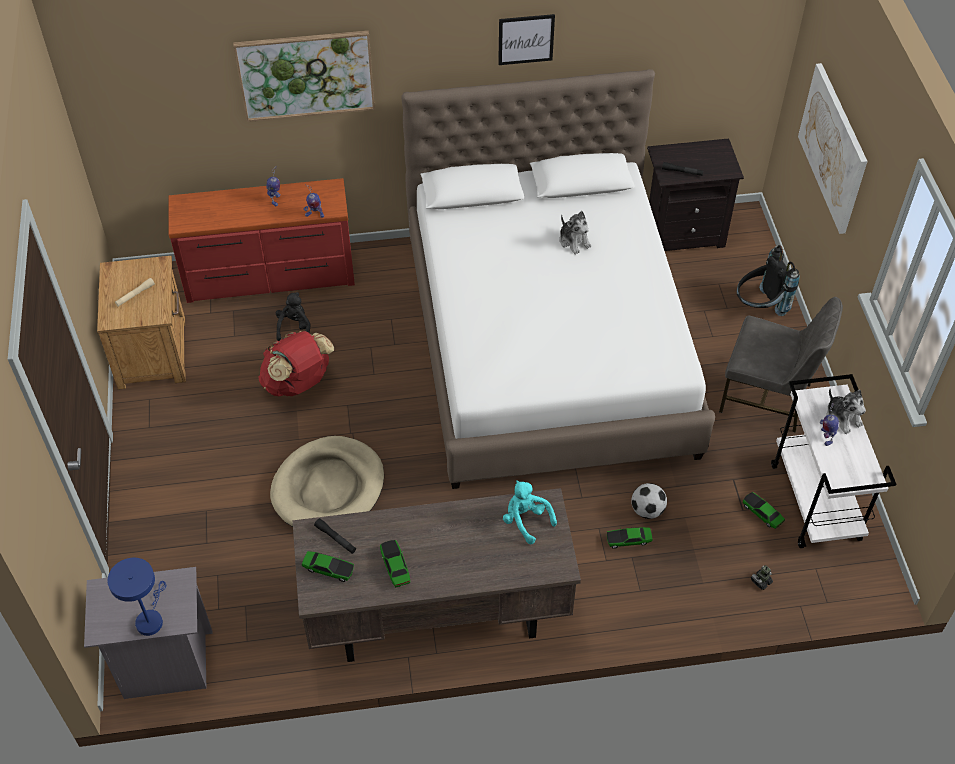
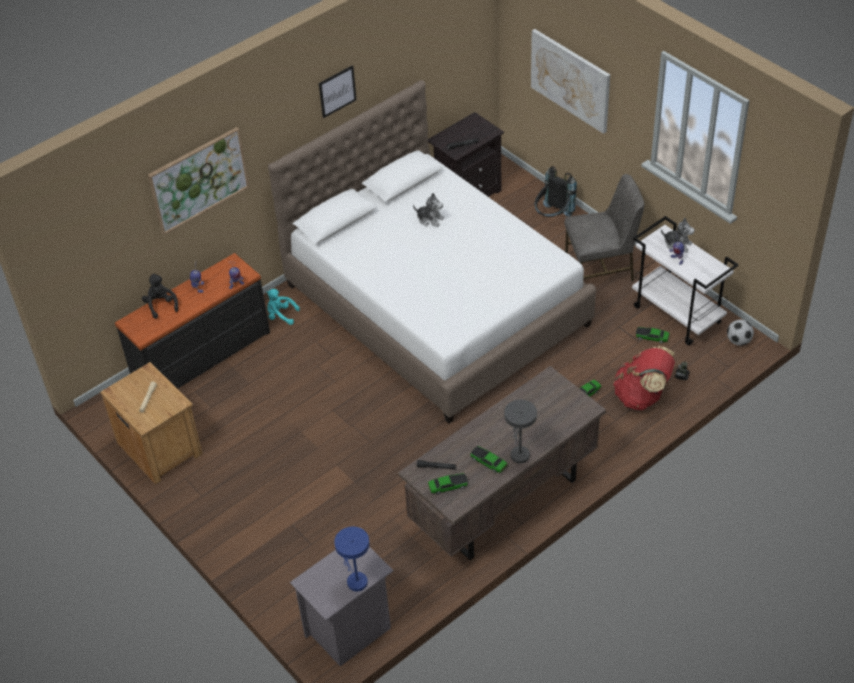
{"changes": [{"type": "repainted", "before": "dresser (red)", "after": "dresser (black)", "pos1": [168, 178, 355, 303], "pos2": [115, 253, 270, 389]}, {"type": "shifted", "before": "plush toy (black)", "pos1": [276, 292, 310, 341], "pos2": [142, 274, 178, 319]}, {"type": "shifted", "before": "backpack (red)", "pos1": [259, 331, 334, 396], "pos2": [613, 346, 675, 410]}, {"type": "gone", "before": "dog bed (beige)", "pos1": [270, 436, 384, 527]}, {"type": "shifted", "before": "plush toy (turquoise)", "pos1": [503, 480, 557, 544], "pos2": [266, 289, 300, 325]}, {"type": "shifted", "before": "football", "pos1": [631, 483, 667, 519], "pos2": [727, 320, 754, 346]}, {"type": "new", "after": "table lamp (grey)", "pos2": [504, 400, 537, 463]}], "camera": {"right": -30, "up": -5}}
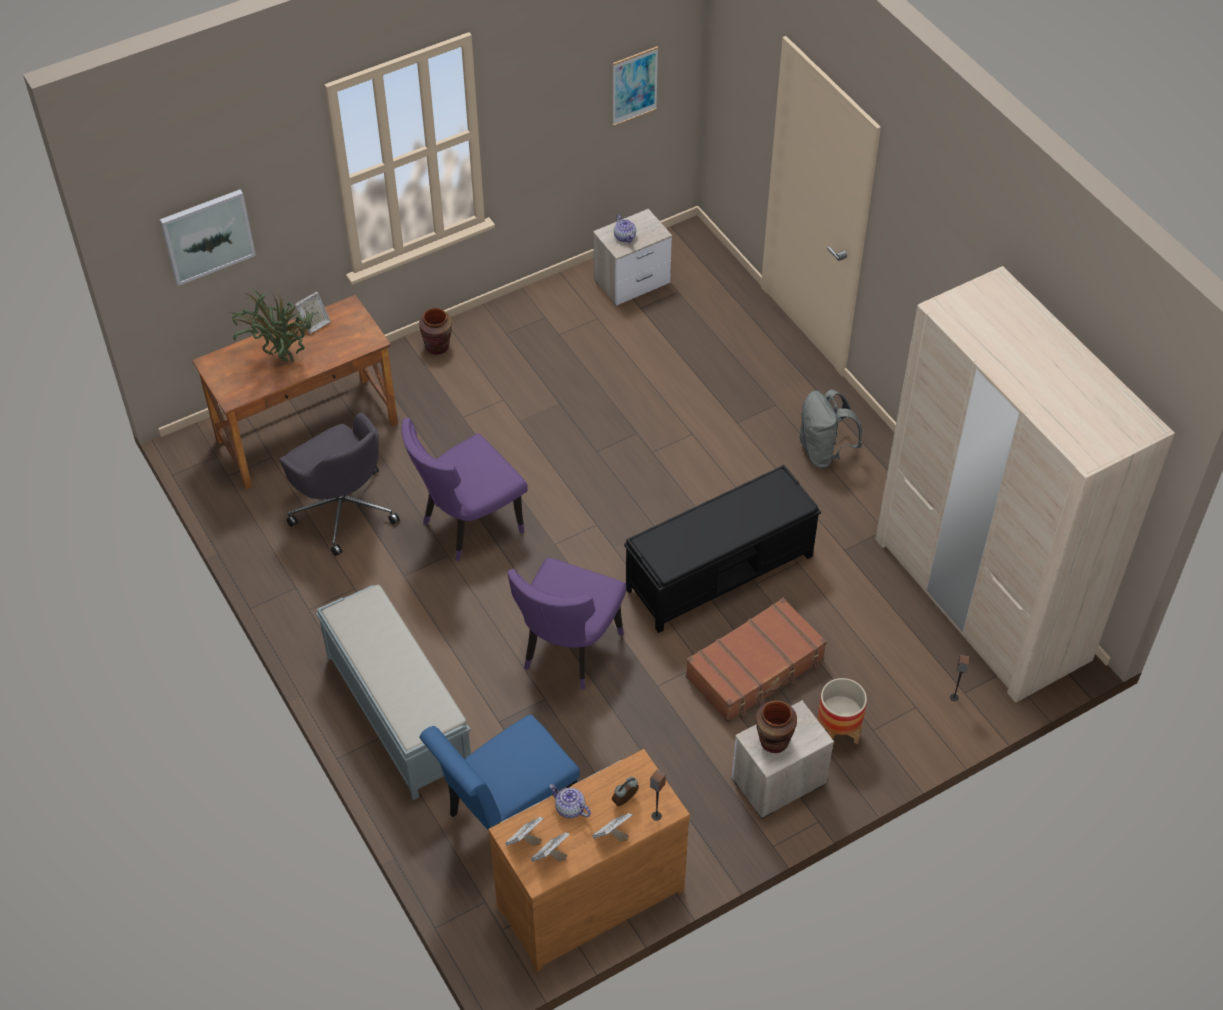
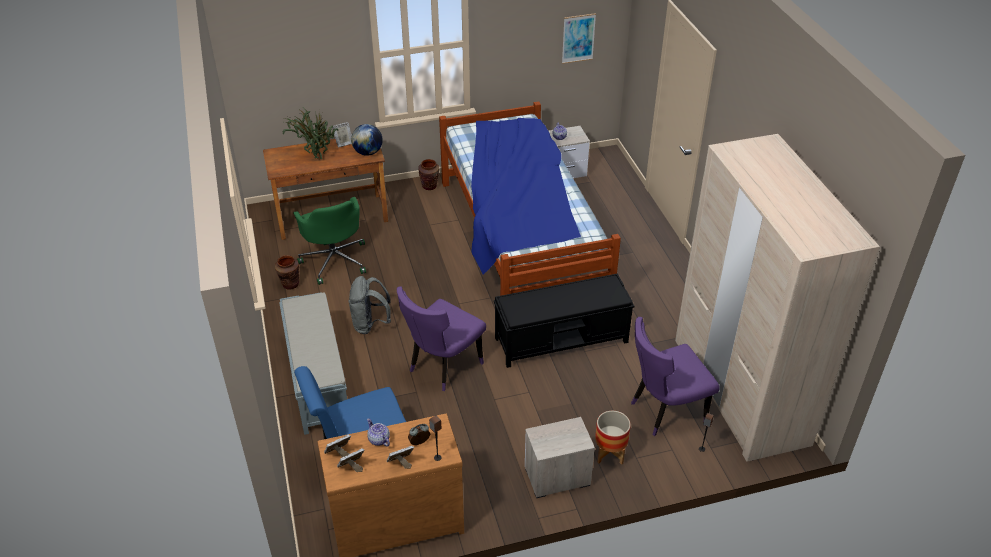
{"changes": [{"type": "gone", "before": "picture", "pos1": [160, 190, 256, 286]}, {"type": "shifted", "before": "backpack (grey)", "pos1": [799, 389, 862, 468], "pos2": [348, 276, 391, 334]}, {"type": "repainted", "before": "office chair (grey)", "after": "office chair (green)", "pos1": [279, 412, 400, 556], "pos2": [293, 197, 366, 285]}, {"type": "shifted", "before": "chair (purple)", "pos1": [402, 418, 528, 561], "pos2": [631, 317, 720, 436]}, {"type": "gone", "before": "suitcase (brown)", "pos1": [686, 598, 827, 722]}, {"type": "shifted", "before": "vase (brown)", "pos1": [756, 700, 797, 753], "pos2": [275, 255, 299, 290]}, {"type": "new", "after": "bed", "pos2": [439, 101, 621, 296]}, {"type": "new", "after": "globe", "pos2": [351, 124, 383, 156]}], "camera": {"right": 15, "up": -10}}
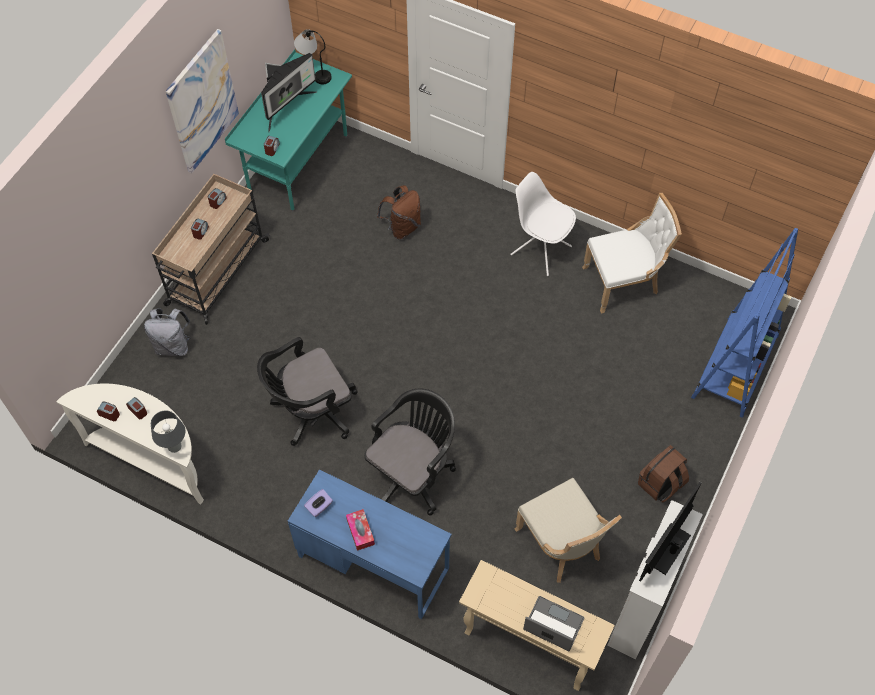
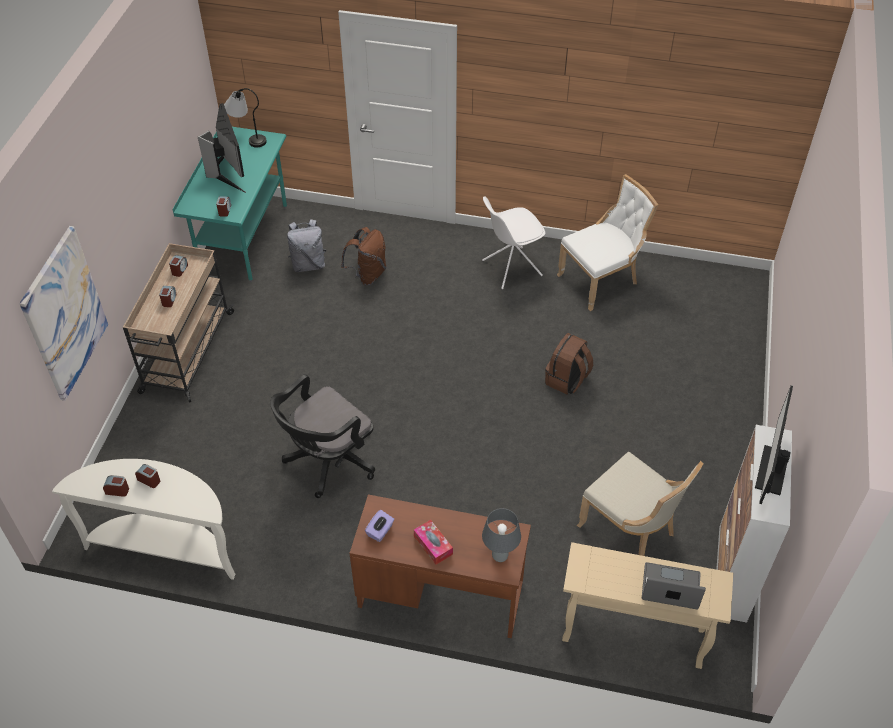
{"changes": [{"type": "shifted", "before": "picture", "pos1": [165, 29, 239, 173], "pos2": [19, 226, 108, 401]}, {"type": "rotated", "before": "monitor", "pos1": [261, 53, 317, 132], "pos2": [198, 103, 246, 193], "turn": -45}, {"type": "rotated", "before": "chair (white)", "pos1": [510, 172, 576, 276], "pos2": [482, 196, 545, 289], "turn": -45}, {"type": "gone", "before": "bookcase (blue)", "pos1": [691, 228, 798, 418]}, {"type": "shifted", "before": "backpack (grey)", "pos1": [144, 308, 191, 356], "pos2": [287, 219, 326, 272]}, {"type": "gone", "before": "office chair (black)", "pos1": [364, 389, 456, 516]}, {"type": "shifted", "before": "table lamp (grey)", "pos1": [151, 410, 185, 453], "pos2": [482, 508, 521, 562]}, {"type": "shifted", "before": "backpack (brown)", "pos1": [638, 445, 689, 502], "pos2": [545, 333, 593, 394]}, {"type": "repainted", "before": "desk (blue)", "after": "desk (brown)", "pos1": [288, 469, 452, 619], "pos2": [350, 495, 531, 638]}], "camera": {"right": -15, "up": -10}}
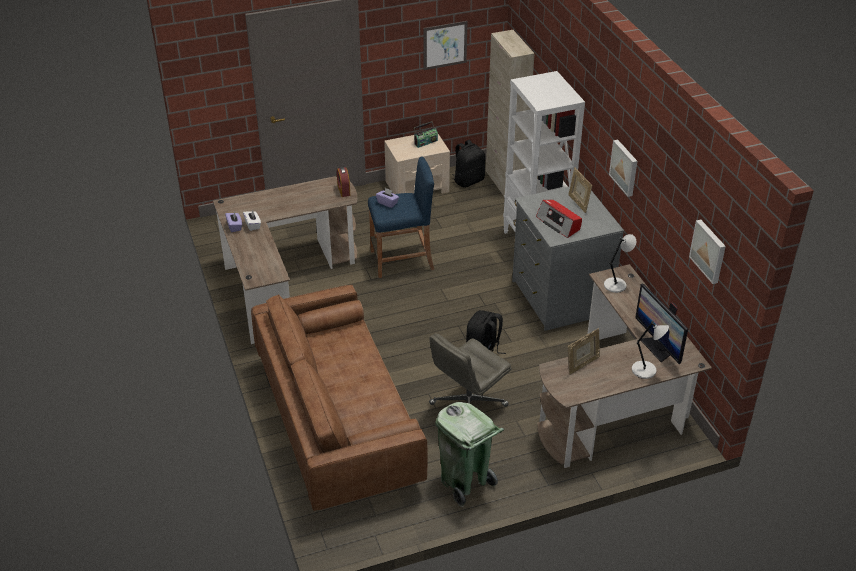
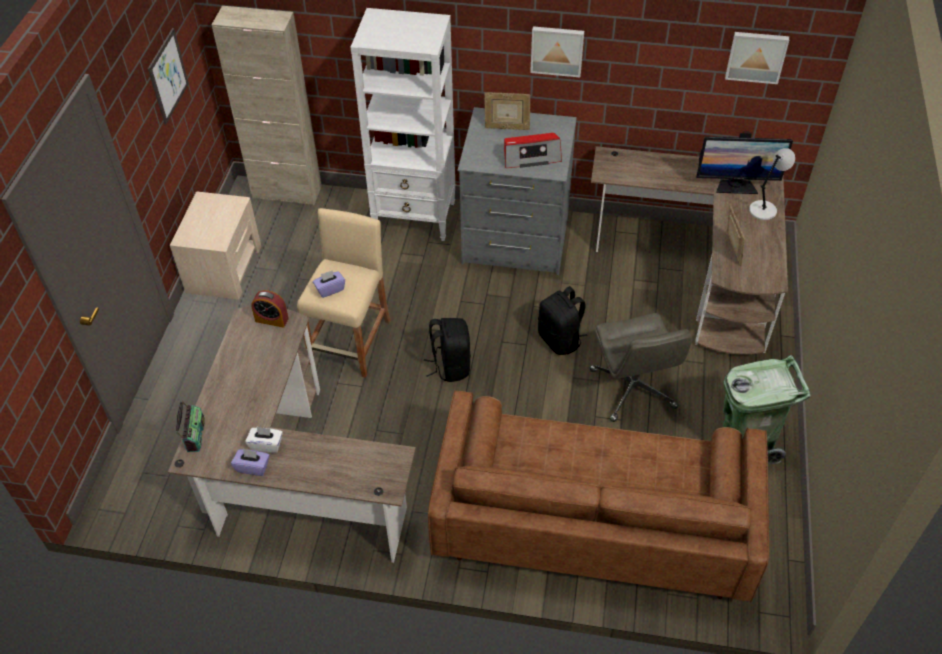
{"changes": [{"type": "shifted", "before": "radio", "pos1": [414, 121, 438, 148], "pos2": [176, 400, 205, 452]}, {"type": "shifted", "before": "backpack (black)", "pos1": [452, 140, 485, 188], "pos2": [424, 318, 471, 382]}, {"type": "repainted", "before": "stool (blue)", "after": "stool (beige)", "pos1": [368, 156, 434, 278], "pos2": [297, 208, 391, 378]}, {"type": "gone", "before": "table lamp (grey)", "pos1": [604, 234, 636, 293]}], "camera": {"right": -60, "up": 10}}
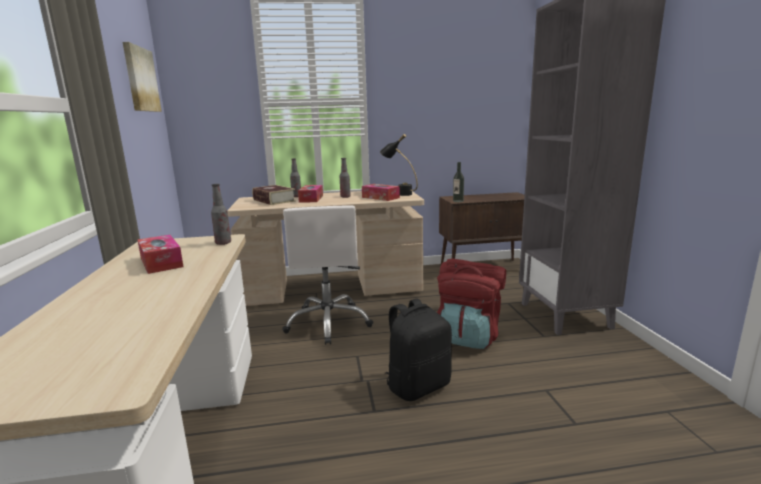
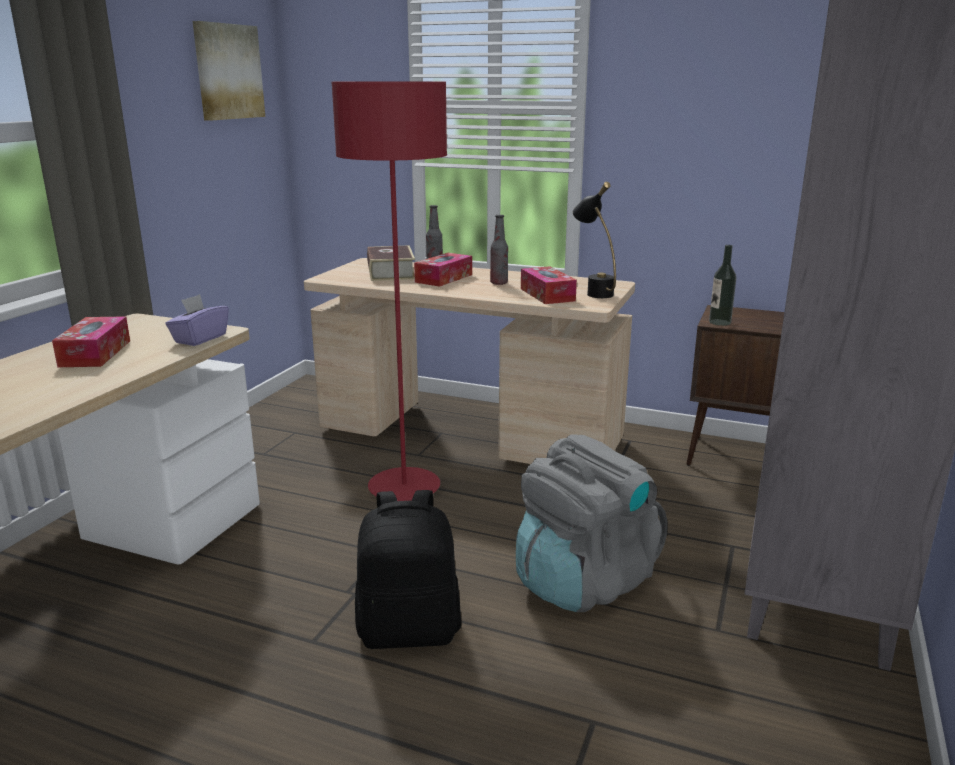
{"changes": [{"type": "swapped", "before": "bottle", "after": "tissue box (purple)", "pos1": [211, 184, 231, 245], "pos2": [166, 294, 229, 346]}, {"type": "swapped", "before": "office chair (white)", "after": "floor lamp (red)", "pos1": [282, 206, 373, 345], "pos2": [332, 81, 447, 501]}, {"type": "repainted", "before": "backpack (red)", "after": "backpack (grey)", "pos1": [437, 259, 506, 349], "pos2": [516, 434, 668, 612]}], "camera": {"right": 30, "up": 5}}
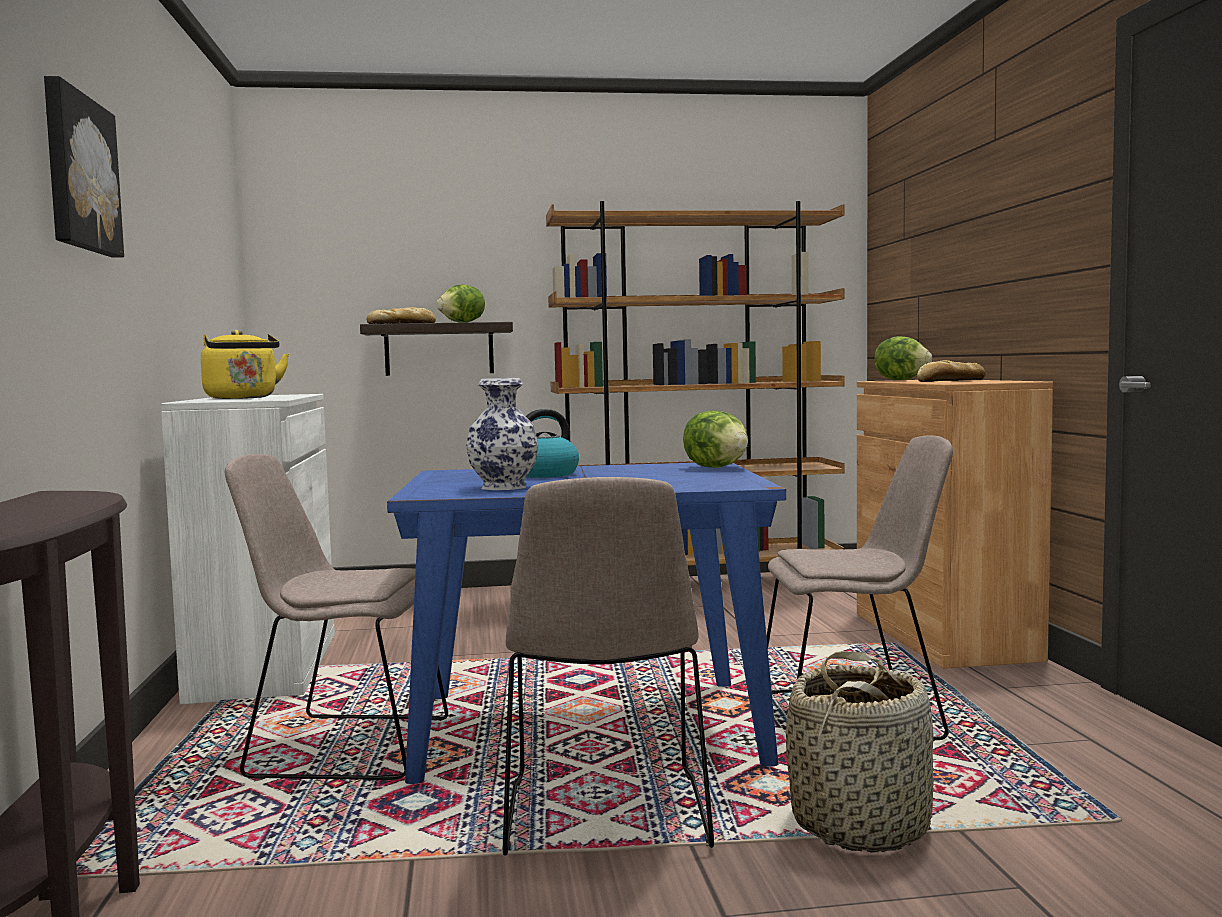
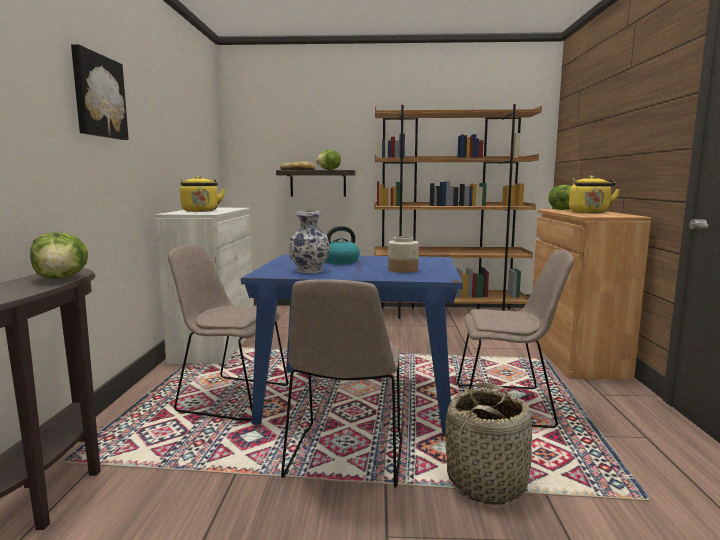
{"changes": [{"type": "swapped", "before": "bread", "after": "kettle (yellow)", "pos1": [917, 360, 986, 382], "pos2": [569, 175, 620, 213]}, {"type": "shifted", "before": "lettuce", "pos1": [683, 410, 748, 468], "pos2": [30, 232, 88, 279]}, {"type": "new", "after": "jar", "pos2": [388, 236, 419, 273]}], "camera": {"right": 10, "up": 5}}
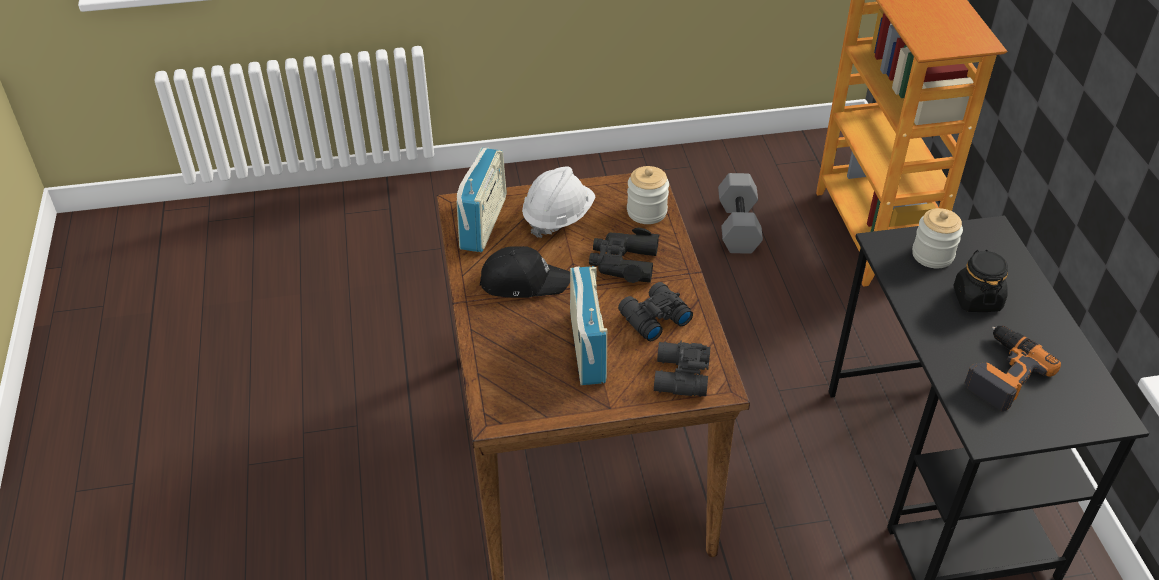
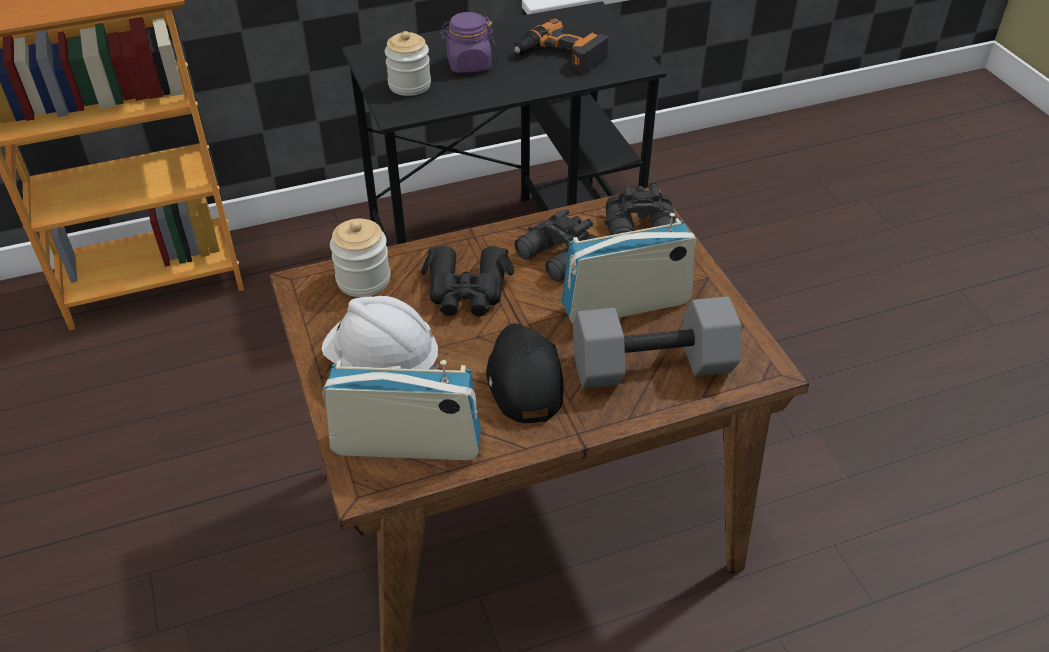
{"changes": [{"type": "shifted", "before": "dumbbell (grey)", "pos1": [718, 173, 763, 254], "pos2": [573, 296, 741, 388]}, {"type": "repainted", "before": "jar (black)", "after": "jar (purple)", "pos1": [953, 250, 1008, 312], "pos2": [440, 12, 496, 73]}], "camera": {"right": -100, "up": 0}}
